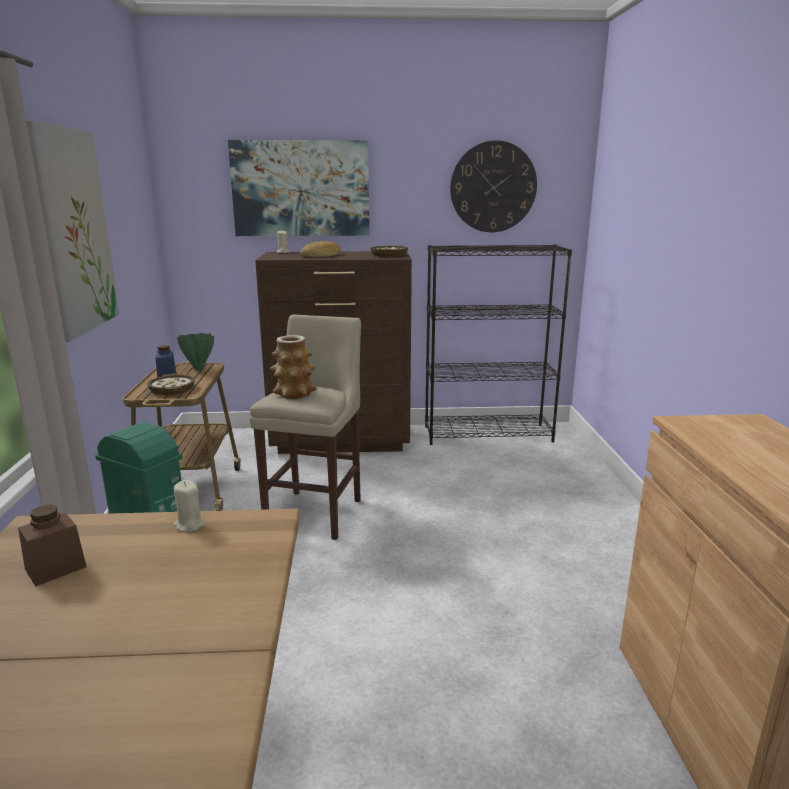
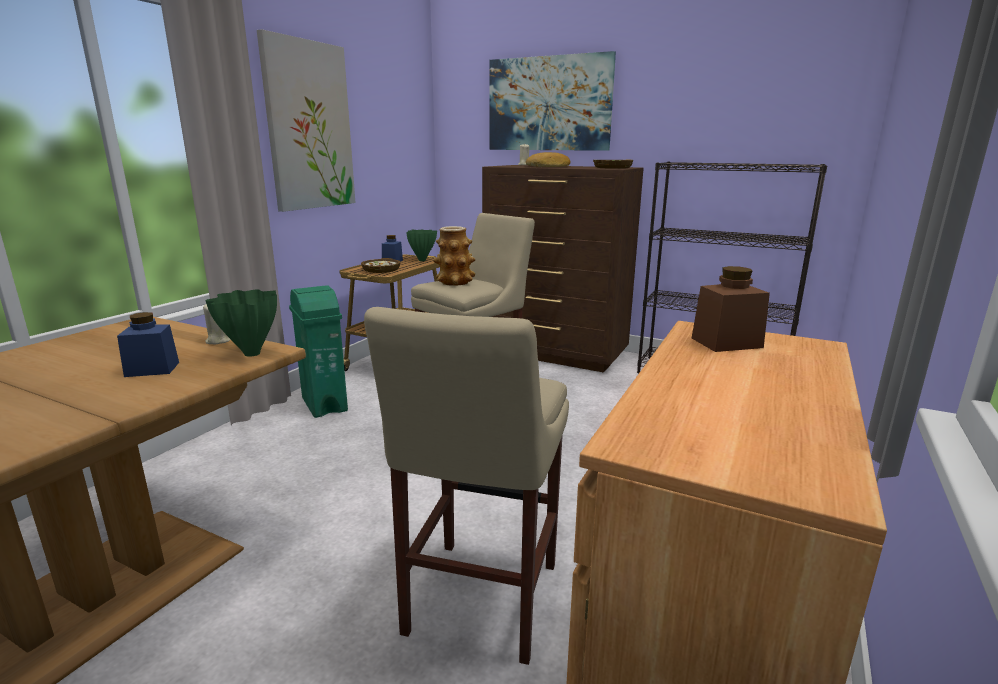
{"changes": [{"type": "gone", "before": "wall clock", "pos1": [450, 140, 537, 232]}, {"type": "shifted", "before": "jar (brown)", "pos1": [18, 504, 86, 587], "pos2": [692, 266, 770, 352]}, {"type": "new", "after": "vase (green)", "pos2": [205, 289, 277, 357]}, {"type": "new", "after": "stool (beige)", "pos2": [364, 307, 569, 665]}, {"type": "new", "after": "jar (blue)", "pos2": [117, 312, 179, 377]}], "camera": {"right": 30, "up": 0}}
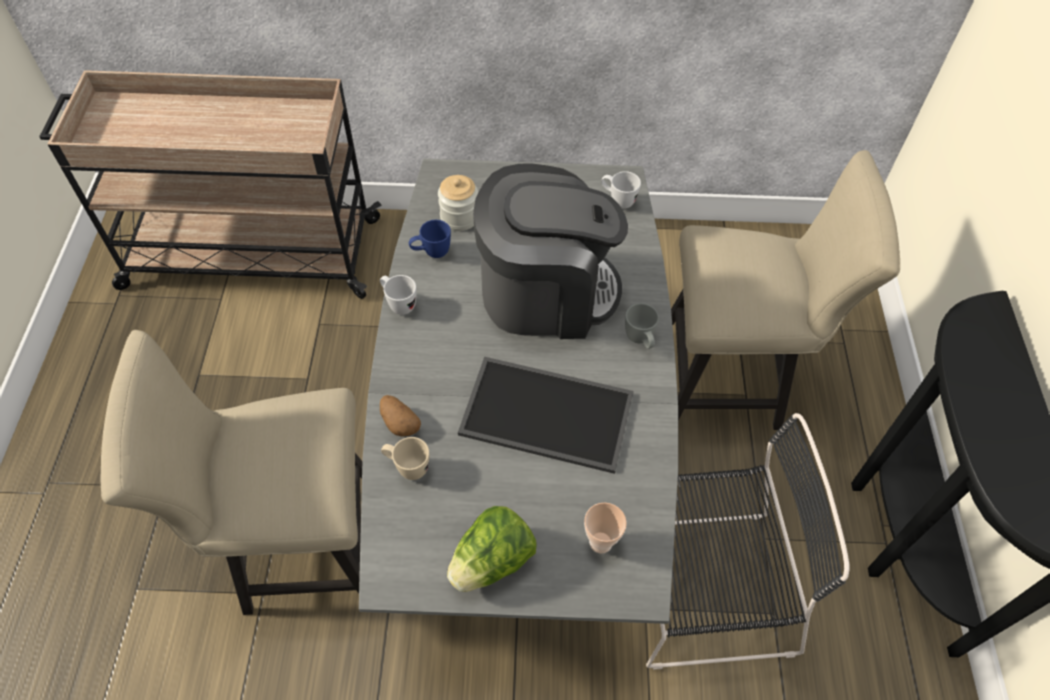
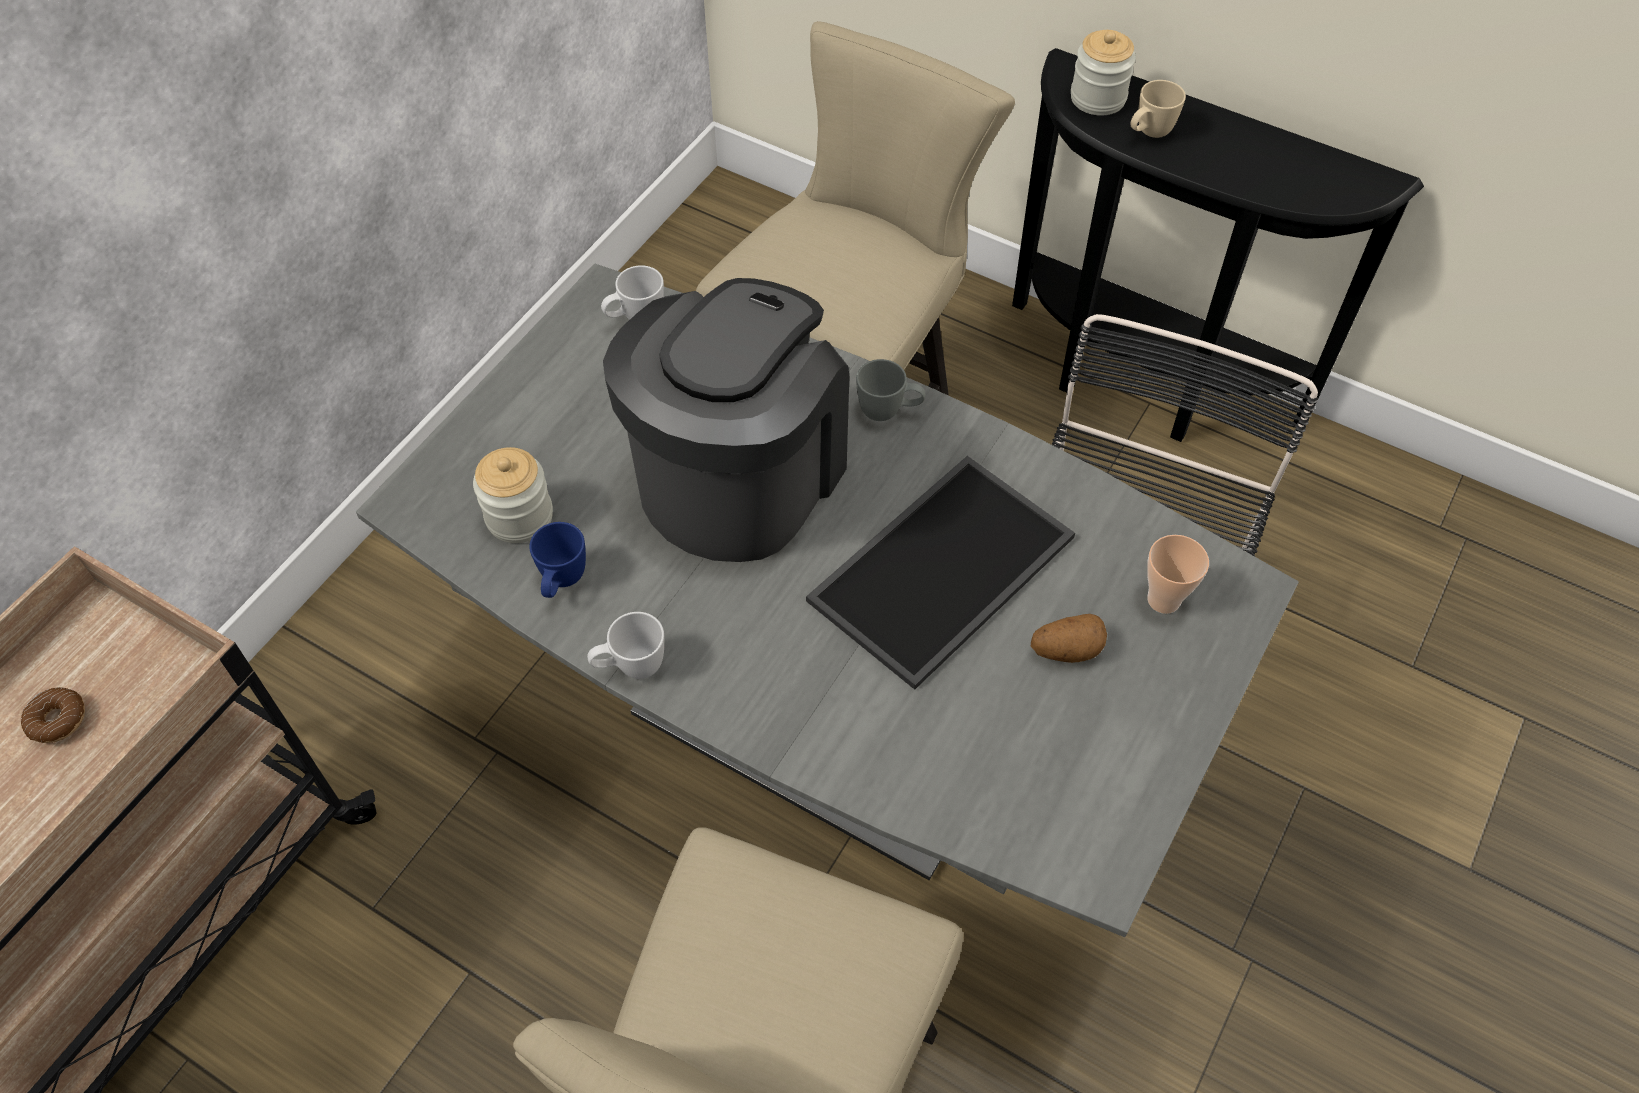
{"changes": [{"type": "shifted", "before": "potato", "pos1": [380, 395, 421, 437], "pos2": [1031, 614, 1107, 663]}, {"type": "shifted", "before": "mug (beige)", "pos1": [381, 437, 429, 480], "pos2": [1130, 80, 1186, 138]}, {"type": "gone", "before": "lettuce", "pos1": [447, 506, 537, 592]}, {"type": "new", "after": "jar", "pos2": [1071, 30, 1136, 116]}, {"type": "new", "after": "donut", "pos2": [21, 687, 85, 743]}], "camera": {"right": -60, "up": 0}}
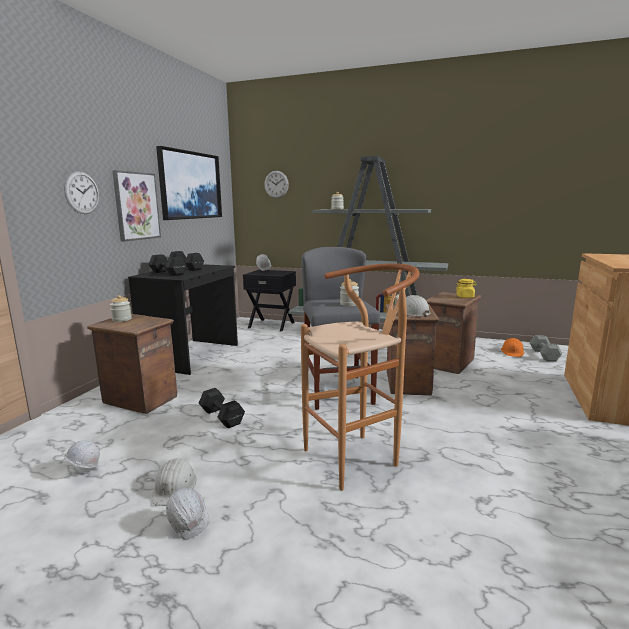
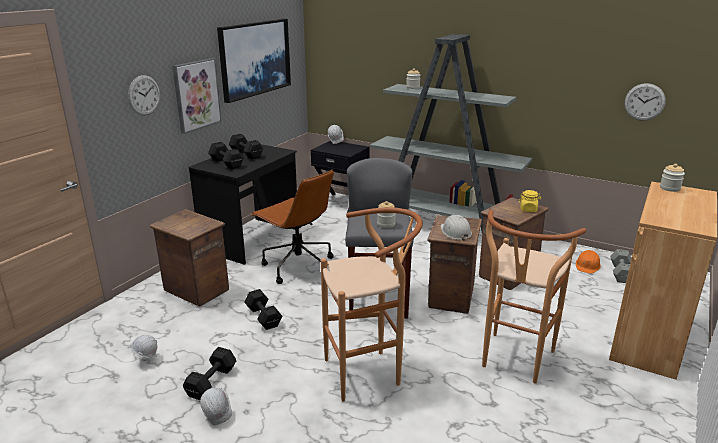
{"changes": [{"type": "shifted", "before": "wall clock", "pos1": [264, 171, 289, 198], "pos2": [624, 83, 666, 121]}, {"type": "shifted", "before": "jar", "pos1": [110, 295, 132, 322], "pos2": [660, 164, 685, 192]}, {"type": "swapped", "before": "hard hat (white)", "after": "dumbbell (black)", "pos1": [152, 458, 196, 506], "pos2": [183, 347, 236, 400]}, {"type": "new", "after": "office chair (brown)", "pos2": [251, 169, 334, 284]}, {"type": "new", "after": "stool (brown)", "pos2": [482, 210, 586, 383]}], "camera": {"right": 10, "up": 10}}
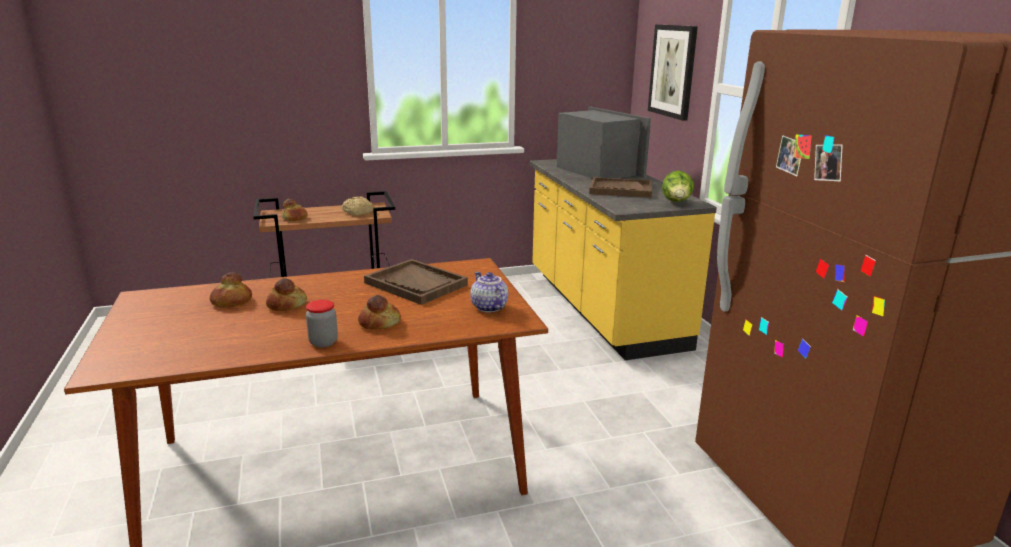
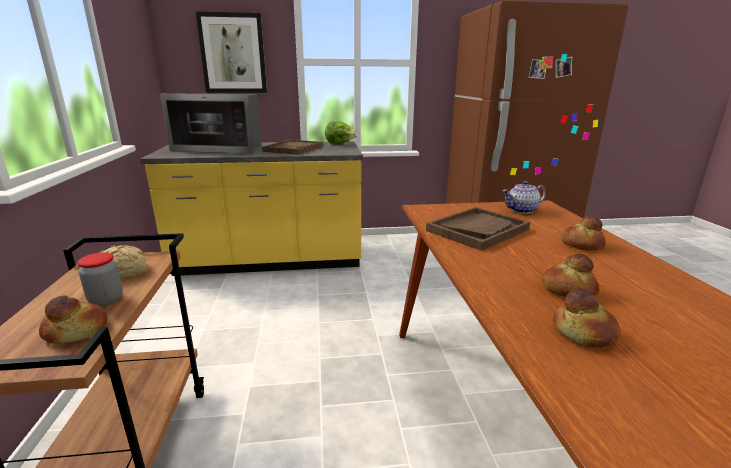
{"changes": [{"type": "rotated", "before": "microwave", "pos1": [557, 107, 651, 179], "pos2": [160, 93, 261, 154], "turn": -150}, {"type": "shifted", "before": "jar", "pos1": [306, 300, 338, 347], "pos2": [77, 253, 123, 306]}], "camera": {"right": -80, "up": 0}}
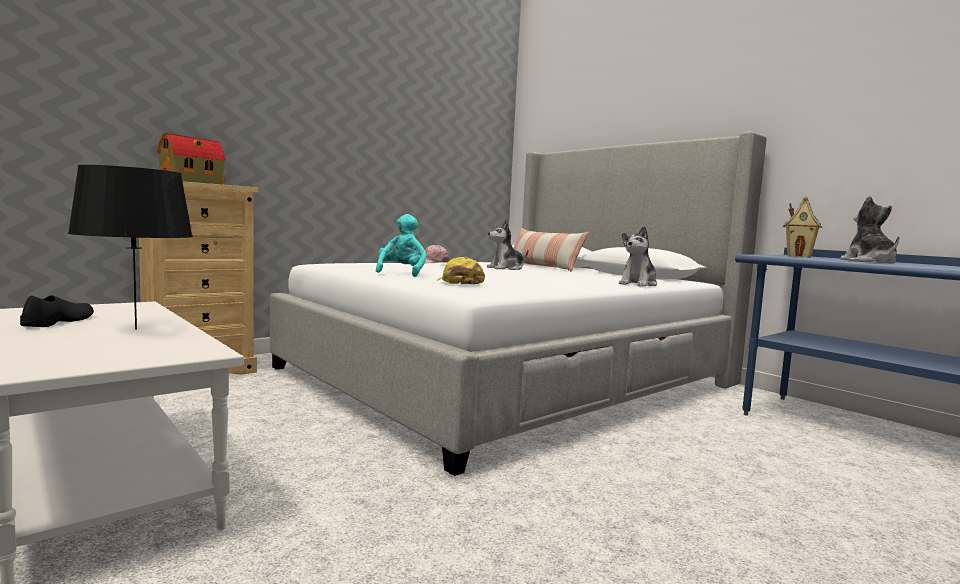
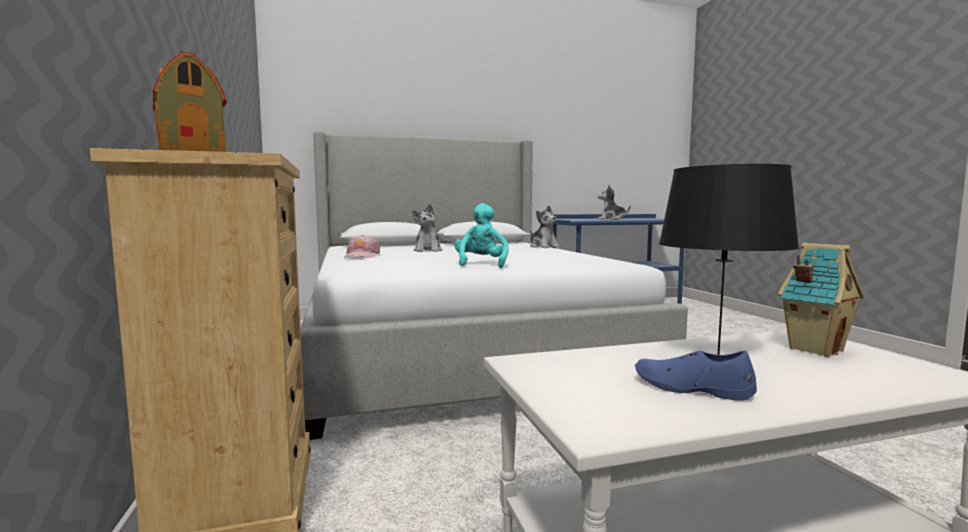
{"changes": [{"type": "shifted", "before": "toy house", "pos1": [783, 196, 823, 258], "pos2": [778, 243, 865, 357]}, {"type": "rotated", "before": "plush toy (turquoise)", "pos1": [376, 214, 427, 277], "pos2": [454, 203, 509, 268], "turn": 60}, {"type": "gone", "before": "pillow", "pos1": [513, 228, 589, 272]}, {"type": "gone", "before": "cap (yellow)", "pos1": [436, 257, 485, 284]}, {"type": "repainted", "before": "shoe (black)", "after": "shoe (blue)", "pos1": [20, 295, 94, 327], "pos2": [635, 350, 757, 401]}], "camera": {"right": -65, "up": 0}}
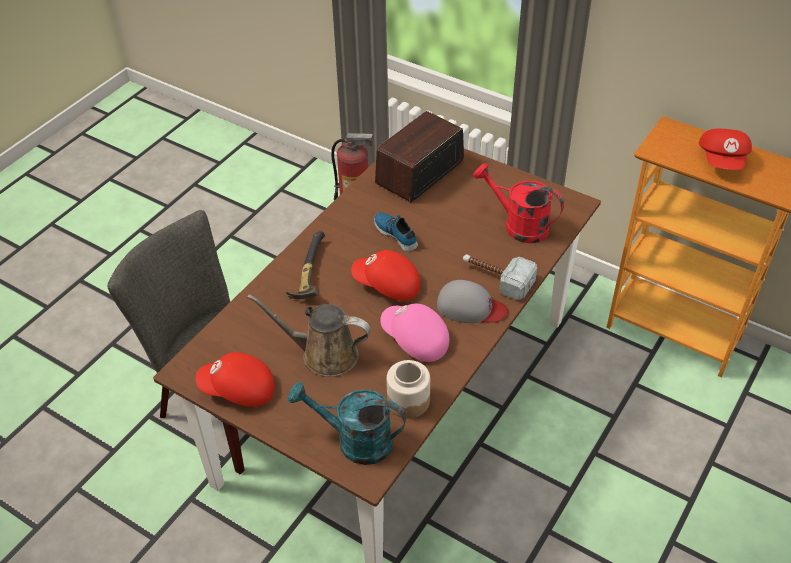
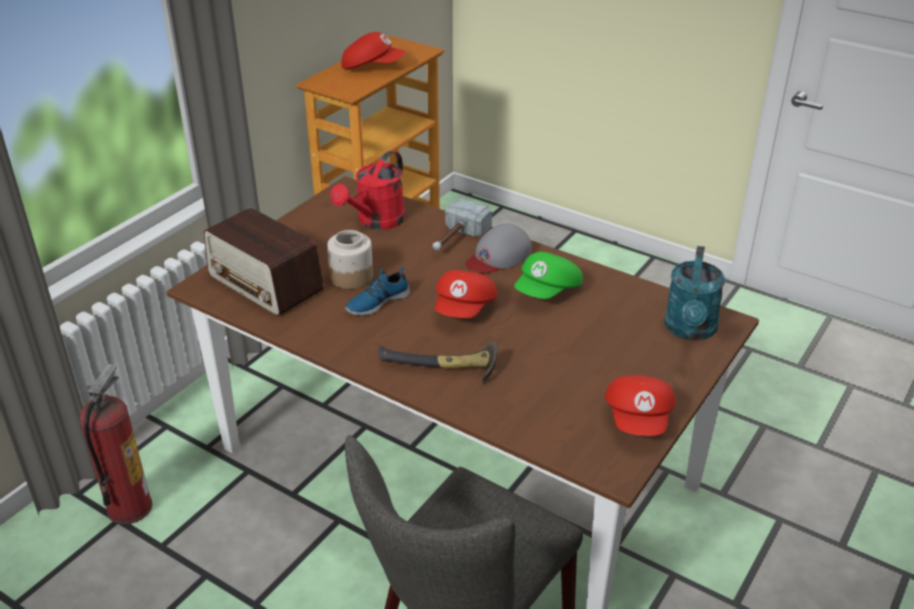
{"changes": [{"type": "rotated", "before": "cap (grey)", "pos1": [437, 280, 508, 323], "pos2": [466, 223, 531, 274], "turn": -150}, {"type": "gone", "before": "watering can (brown)", "pos1": [247, 294, 371, 377]}, {"type": "repainted", "before": "cap (pink)", "after": "cap (green)", "pos1": [380, 304, 449, 362], "pos2": [514, 252, 583, 299]}, {"type": "shifted", "before": "jar", "pos1": [387, 360, 430, 419], "pos2": [327, 230, 373, 289]}], "camera": {"right": -90, "up": -10}}
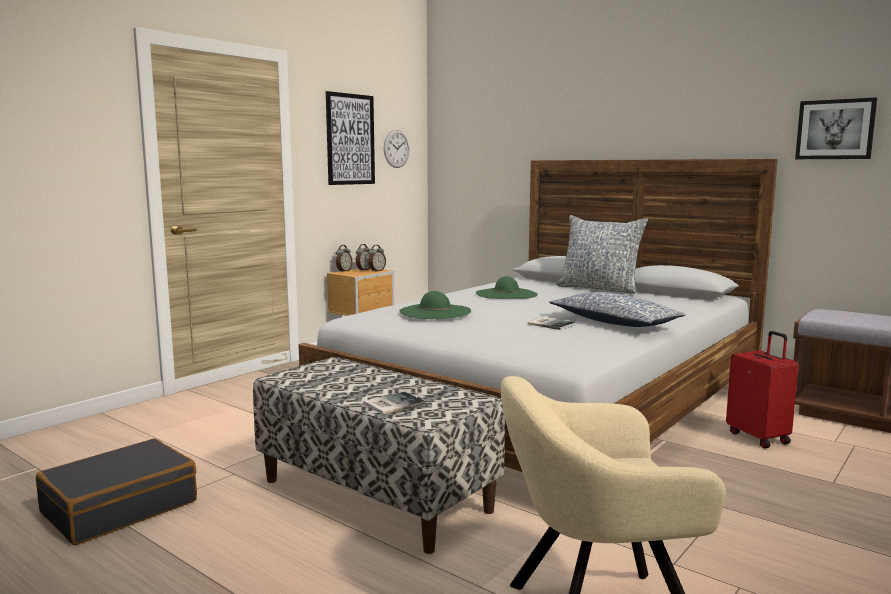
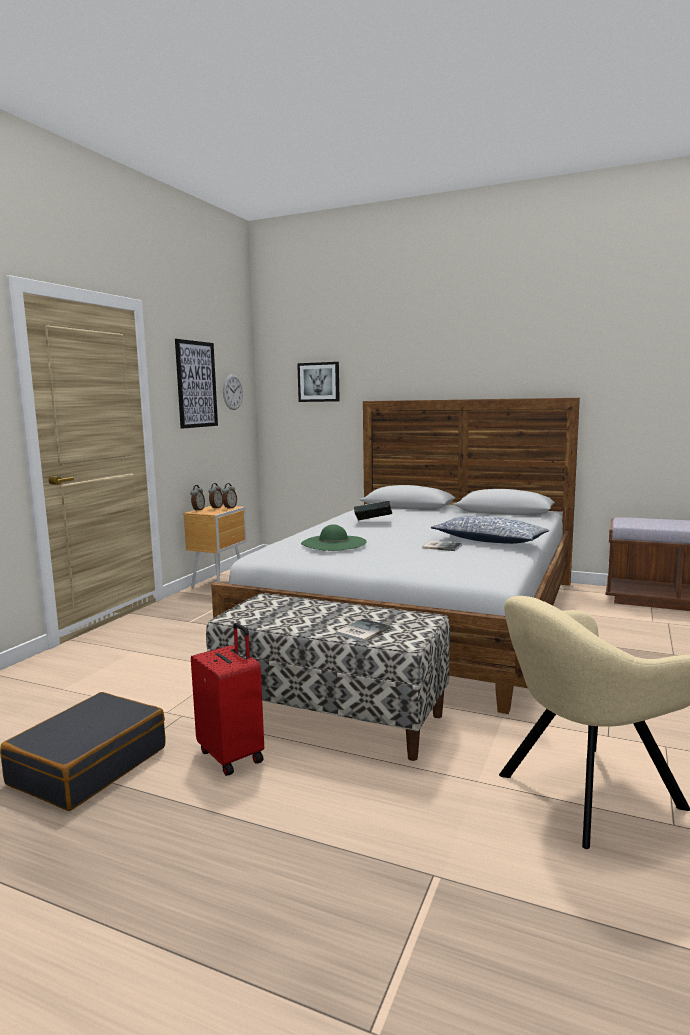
{"changes": [{"type": "shifted", "before": "picture", "pos1": [795, 97, 877, 159], "pos2": [297, 362, 340, 402]}, {"type": "gone", "before": "pillow", "pos1": [556, 215, 648, 294]}, {"type": "swapped", "before": "hat (green)", "after": "book", "pos1": [476, 276, 538, 299], "pos2": [354, 501, 392, 521]}, {"type": "shifted", "before": "suitcase (red)", "pos1": [726, 331, 799, 448], "pos2": [191, 623, 264, 776]}], "camera": {"right": -15, "up": 0}}
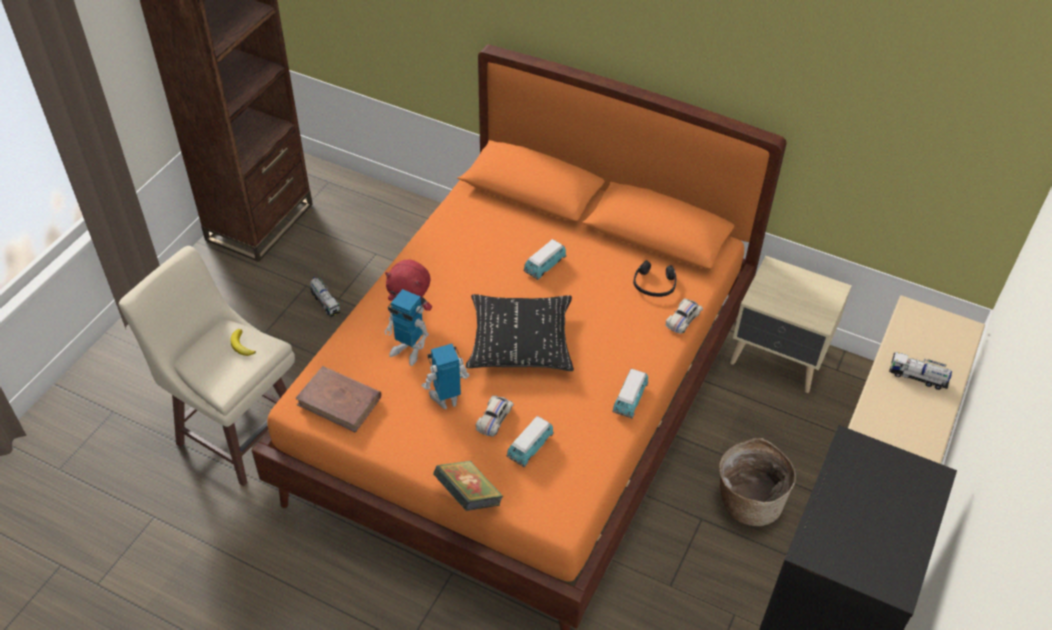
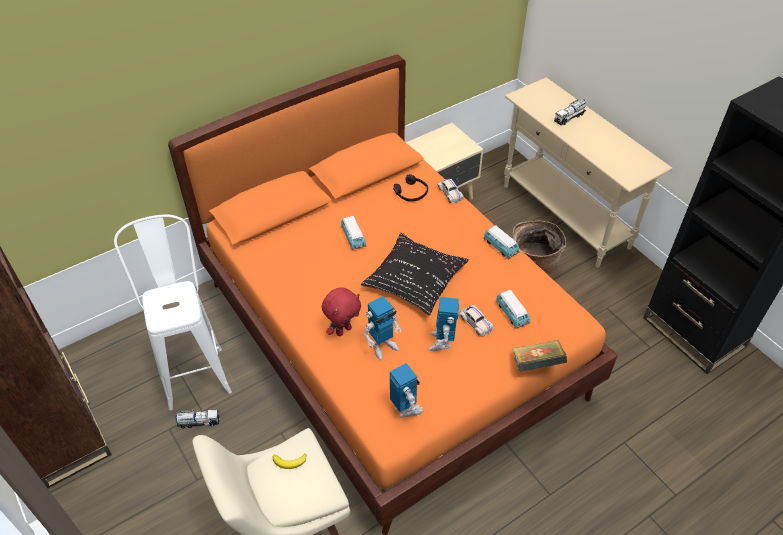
{"changes": [{"type": "swapped", "before": "book (brown)", "after": "toy robot", "pos1": [295, 366, 381, 432], "pos2": [390, 363, 423, 417]}, {"type": "new", "after": "stool (white)", "pos2": [114, 215, 232, 410]}], "camera": {"right": -60, "up": 0}}
